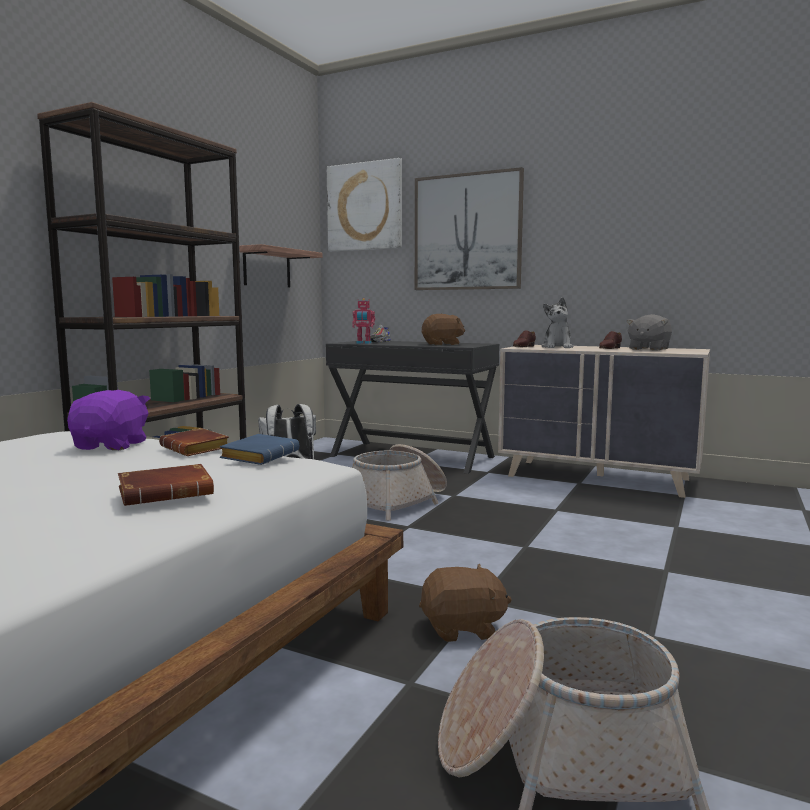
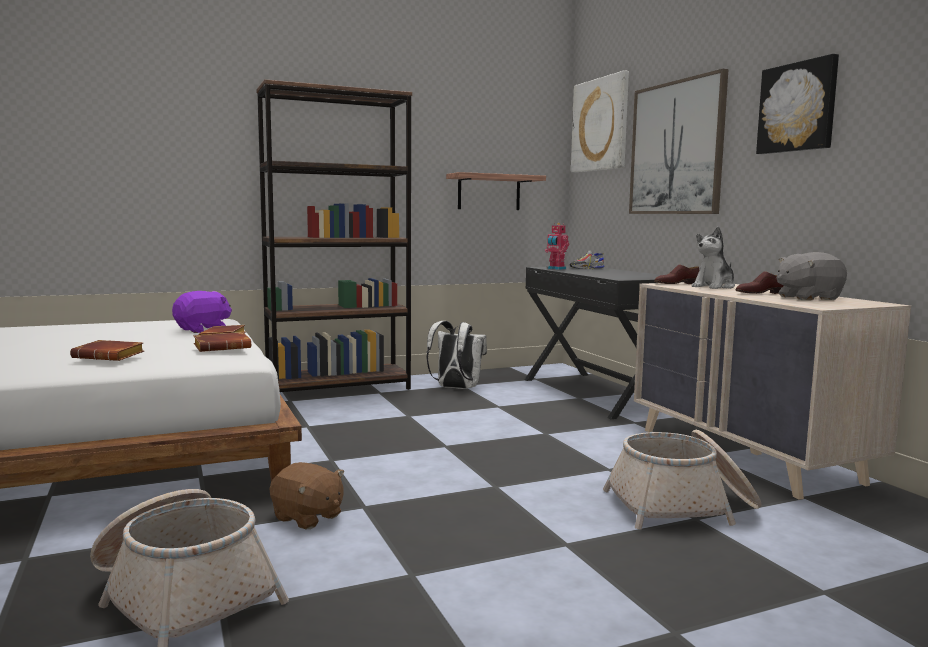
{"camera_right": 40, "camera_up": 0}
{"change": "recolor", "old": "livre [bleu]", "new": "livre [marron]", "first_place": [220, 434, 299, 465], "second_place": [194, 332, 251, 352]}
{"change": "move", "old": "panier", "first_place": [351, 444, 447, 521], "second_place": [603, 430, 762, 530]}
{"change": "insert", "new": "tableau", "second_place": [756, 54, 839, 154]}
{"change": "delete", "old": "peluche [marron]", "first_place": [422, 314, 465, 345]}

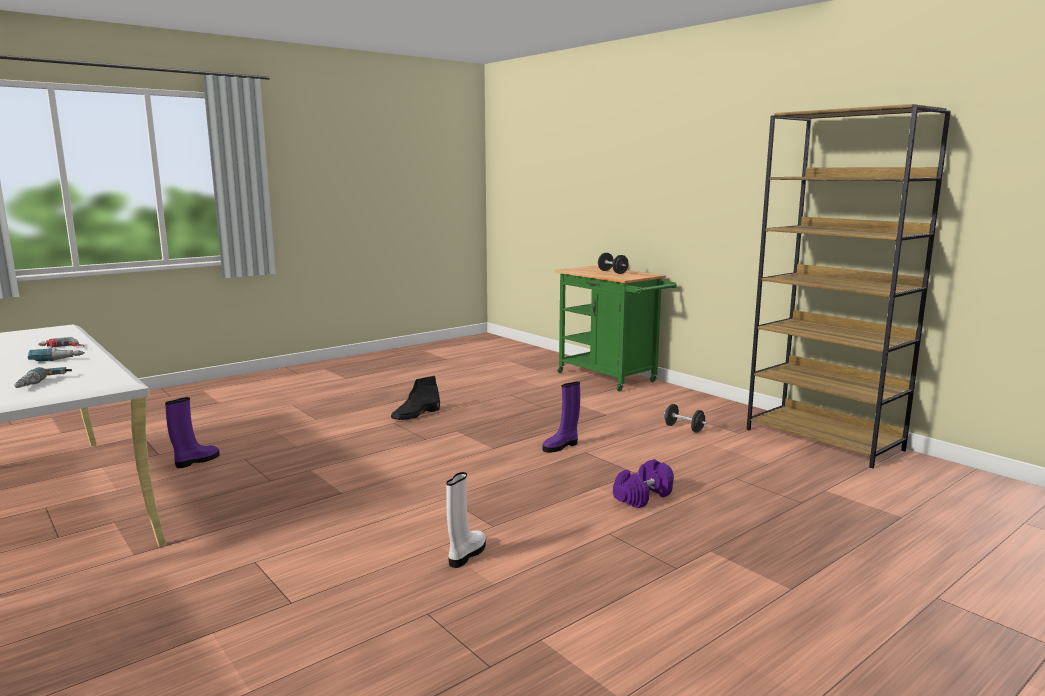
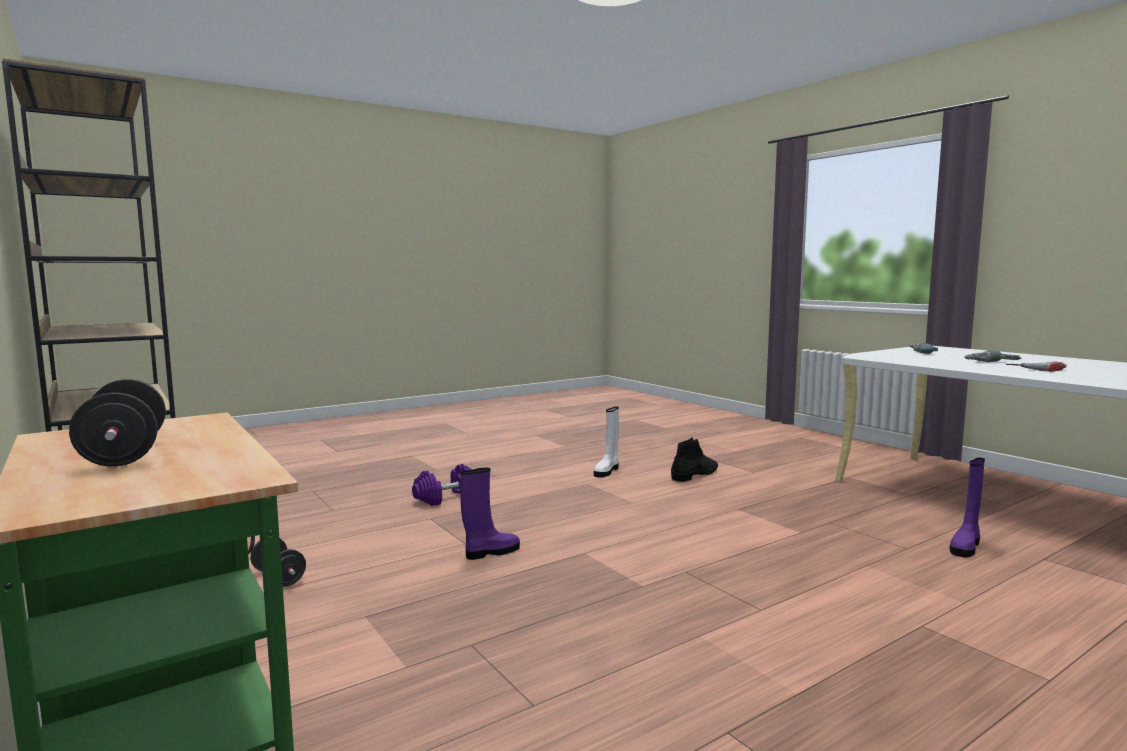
{"camera_right": -175, "camera_up": -5}
{"change": "move", "old": "botte [noir]", "first_place": [391, 376, 440, 420], "second_place": [671, 437, 718, 482]}

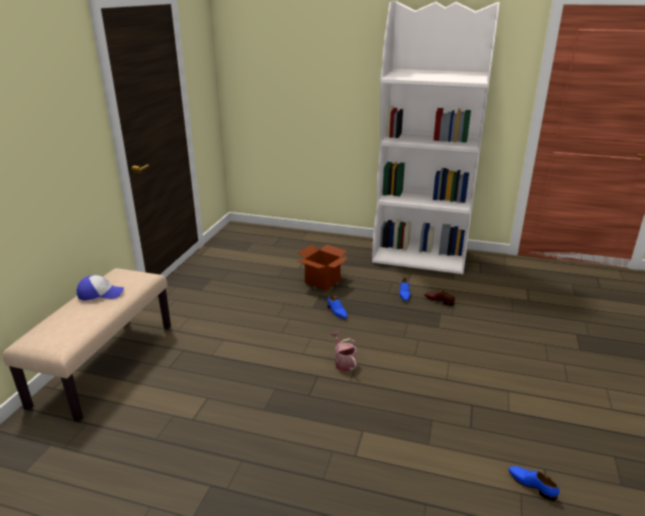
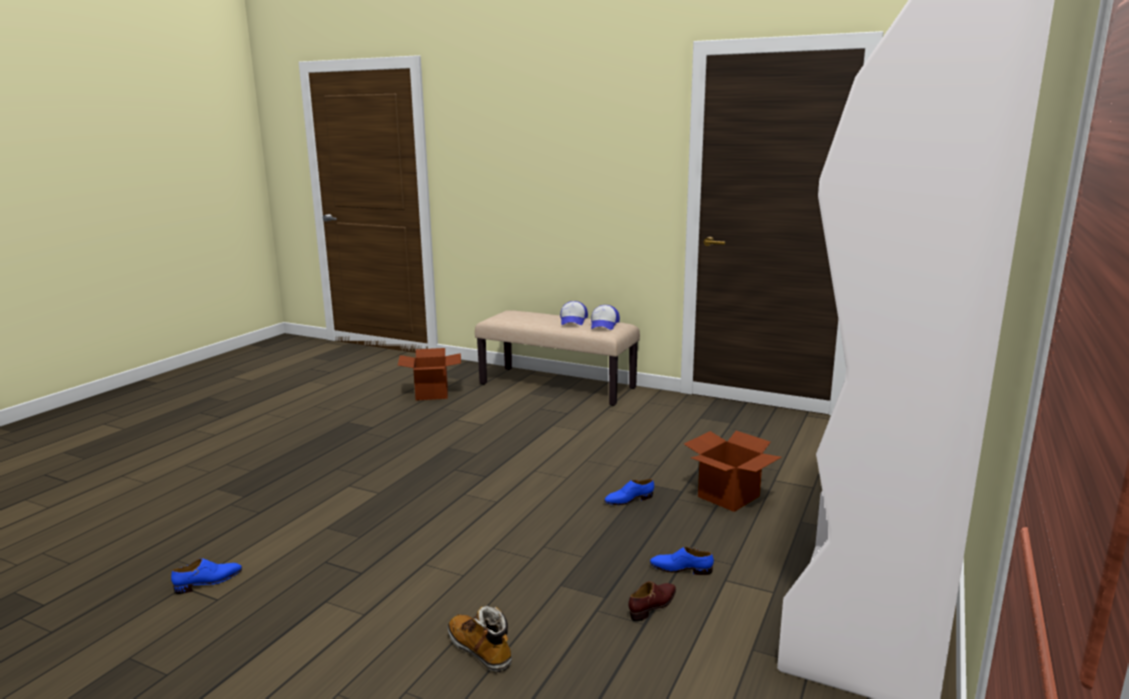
{"camera_right": 100, "camera_up": -10}
{"change": "insert", "new": "carton", "second_place": [398, 348, 461, 400]}
{"change": "insert", "new": "botte", "second_place": [448, 606, 512, 672]}
{"change": "insert", "new": "casquette", "second_place": [591, 305, 620, 330]}
{"change": "delete", "old": "arrosoir", "first_place": [331, 332, 357, 372]}

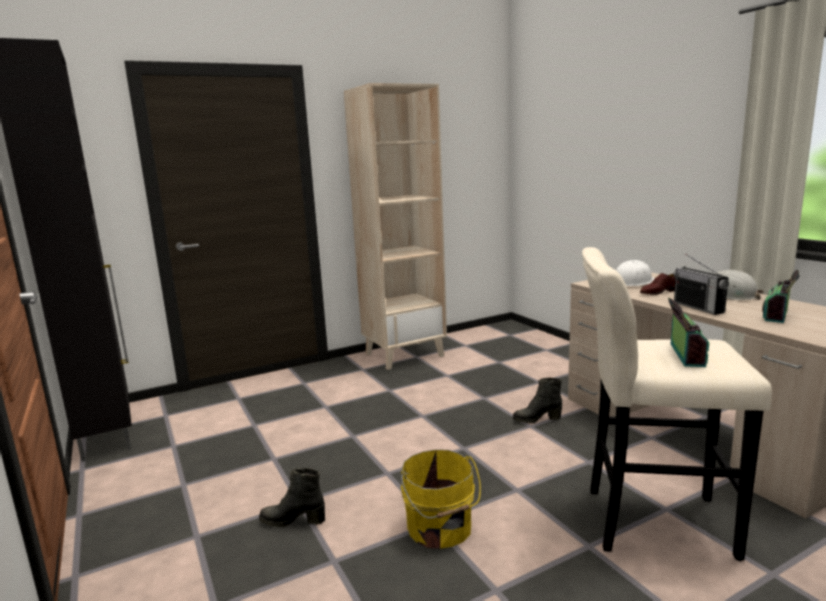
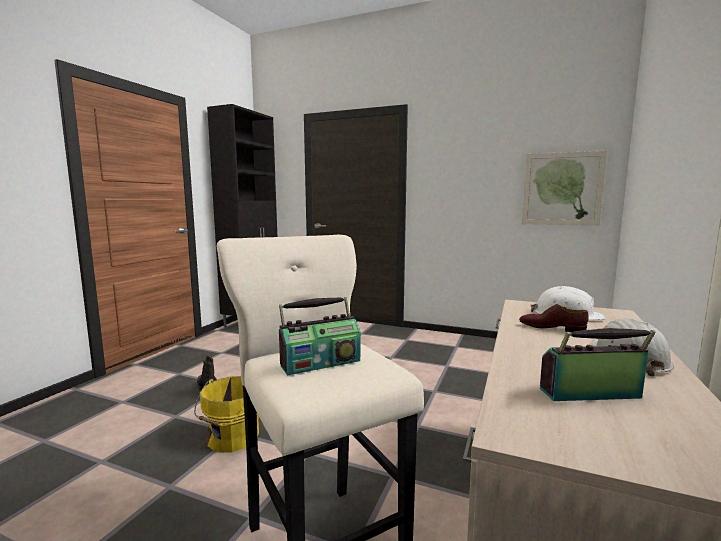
{"camera_right": 50, "camera_up": -5}
{"change": "insert", "new": "tableau", "second_place": [522, 151, 607, 226]}
{"change": "delete", "old": "bibliothèque [beige]", "first_place": [344, 83, 447, 370]}
{"change": "delete", "old": "botte [noir]", "first_place": [513, 378, 562, 424]}
{"change": "delete", "old": "radio", "first_place": [673, 254, 729, 315]}

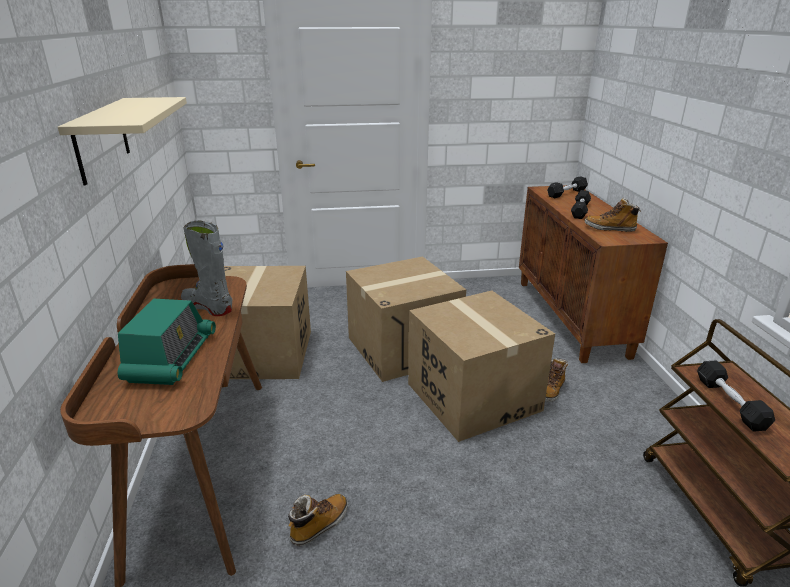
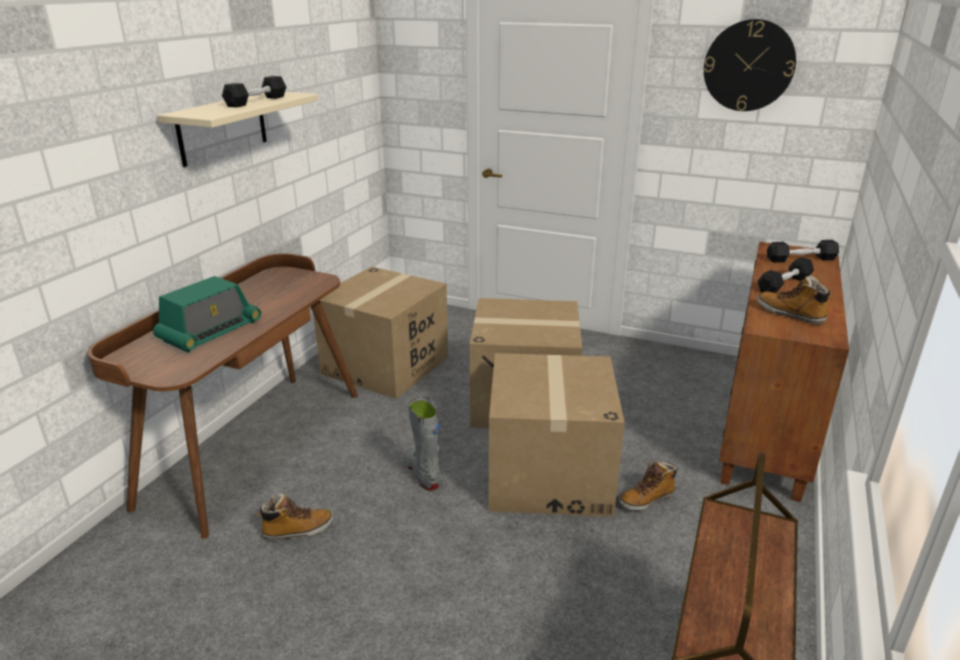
{"camera_right": 30, "camera_up": 0}
{"change": "move", "old": "haltère [noir]", "first_place": [697, 360, 775, 432], "second_place": [222, 76, 286, 107]}
{"change": "move", "old": "botte [gris]", "first_place": [181, 220, 232, 316], "second_place": [404, 396, 441, 490]}
{"change": "insert", "new": "horloge murale", "second_place": [704, 19, 796, 111]}

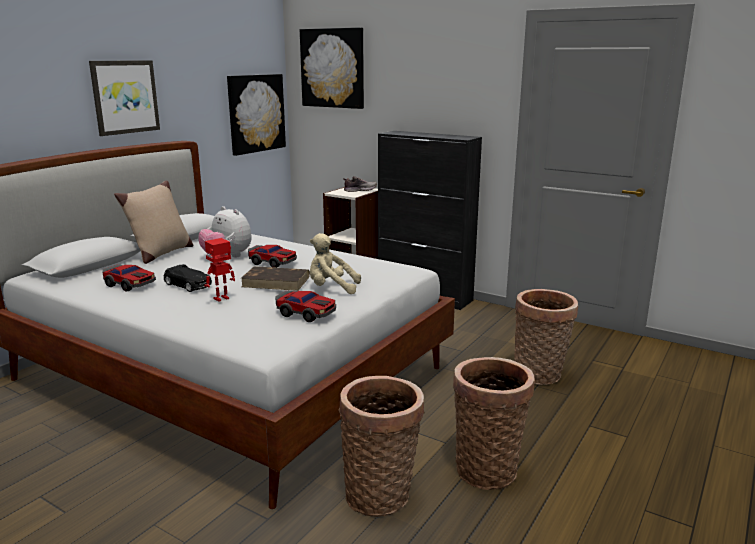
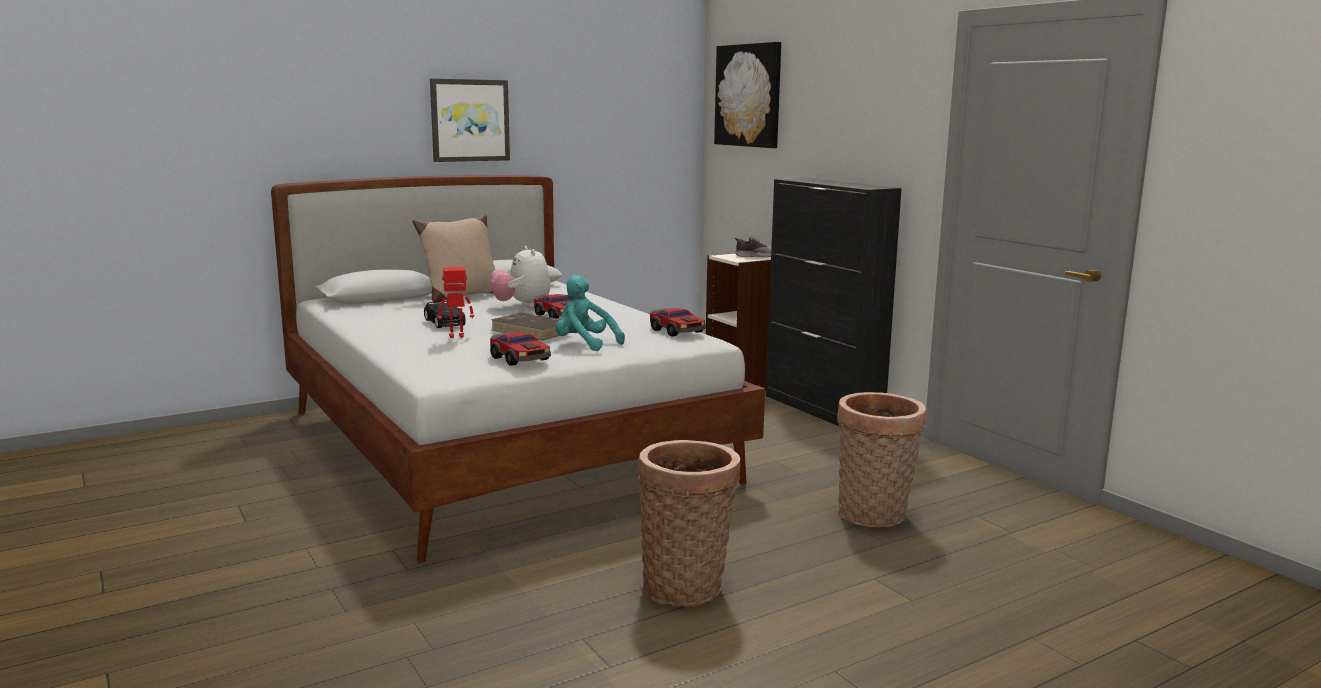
{"camera_right": 25, "camera_up": -5}
{"change": "recolor", "old": "peluche [beige]", "new": "peluche [turquoise]", "first_place": [309, 233, 361, 294], "second_place": [555, 275, 625, 351]}
{"change": "move", "old": "petite voiture", "first_place": [103, 265, 156, 292], "second_place": [650, 308, 706, 336]}
{"change": "delete", "old": "tableau", "first_place": [227, 74, 286, 156]}
{"change": "delete", "old": "panier", "first_place": [338, 376, 425, 517]}

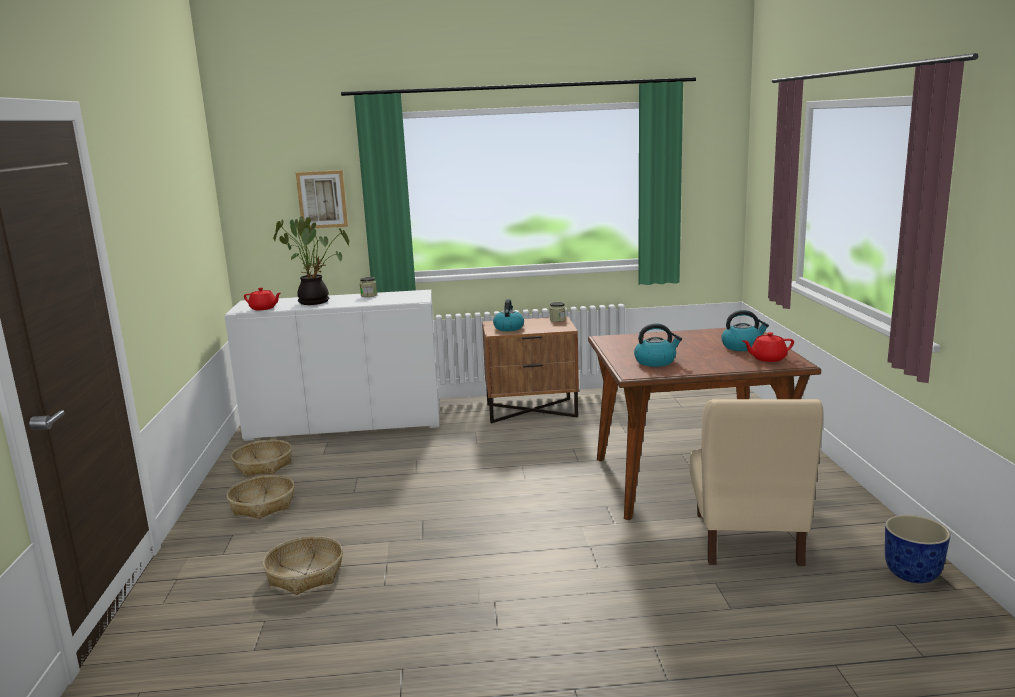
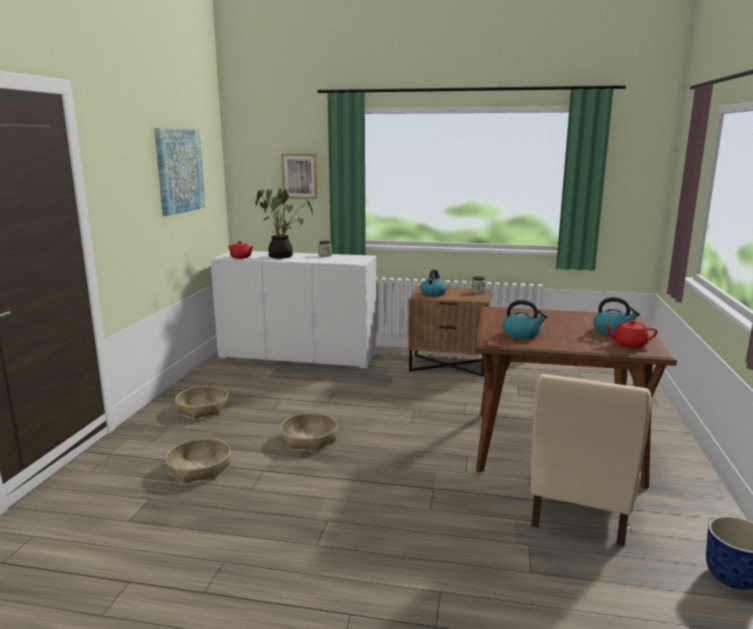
{"camera_right": 15, "camera_up": 0}
{"change": "insert", "new": "tableau", "second_place": [154, 128, 205, 216]}
{"change": "move", "old": "panier", "first_place": [231, 440, 292, 477], "second_place": [280, 413, 338, 451]}

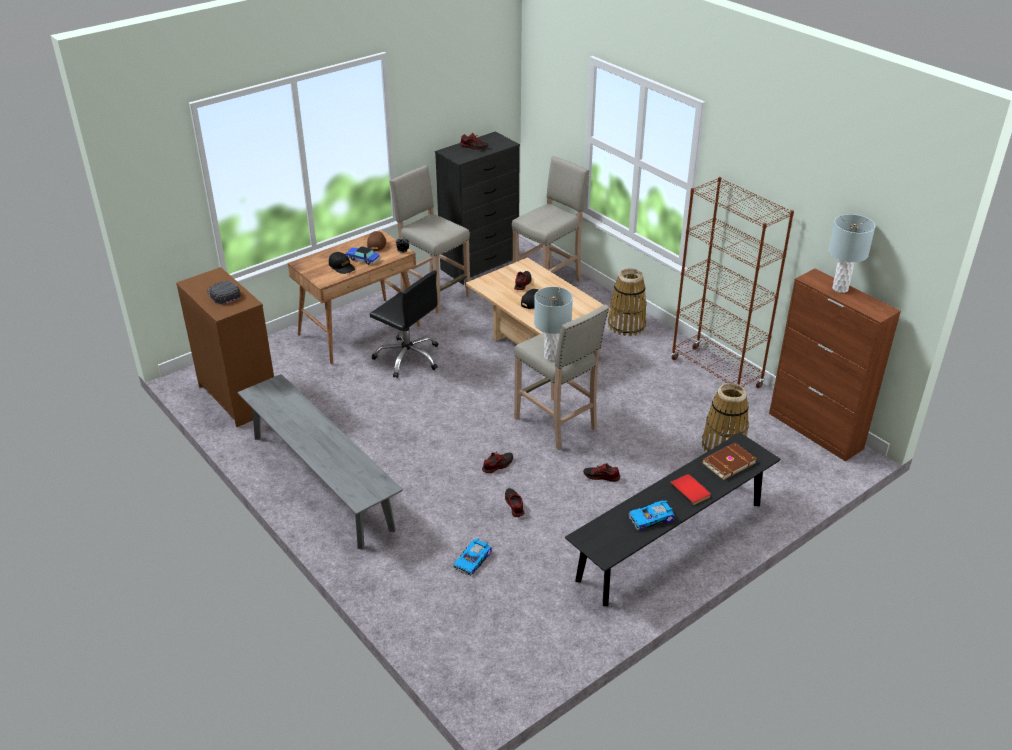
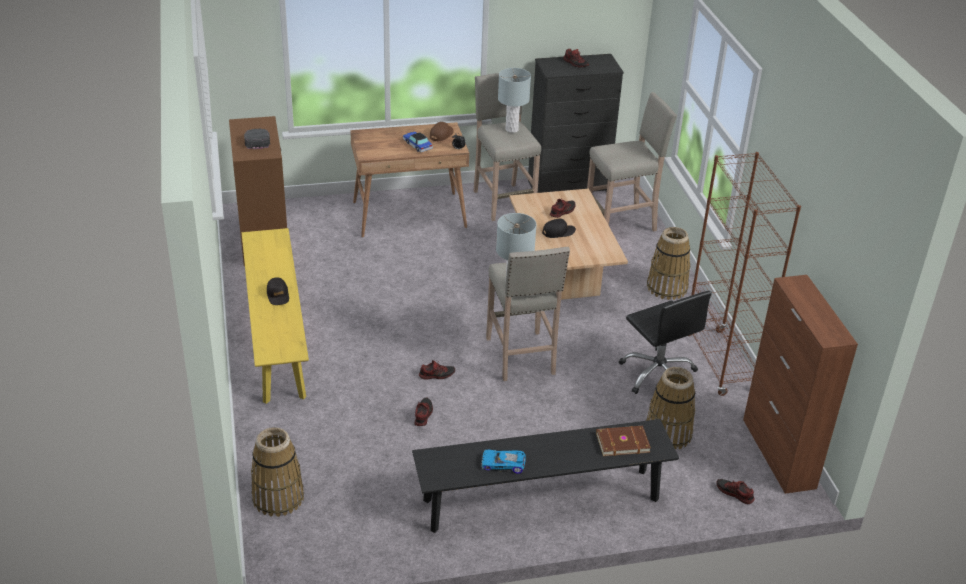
{"camera_right": 25, "camera_up": 0}
{"change": "recolor", "old": "banc [gris]", "new": "banc [jaune]", "first_place": [238, 374, 403, 550], "second_place": [242, 228, 309, 404]}
{"change": "insert", "new": "panier", "second_place": [251, 427, 304, 517]}
{"change": "move", "old": "casquette [noir]", "first_place": [329, 252, 355, 274], "second_place": [267, 277, 289, 305]}
{"change": "move", "old": "lampe de table [gris]", "first_place": [828, 214, 875, 293], "second_place": [498, 68, 531, 133]}
{"change": "move", "old": "chaise de bureau [noir]", "first_place": [370, 270, 438, 378], "second_place": [619, 291, 712, 394]}
{"change": "move", "old": "chaussure", "first_place": [583, 463, 620, 482], "second_place": [716, 479, 755, 504]}
{"change": "delete", "old": "petite voiture", "first_place": [453, 538, 492, 576]}
{"change": "delete", "old": "livre [rouge]", "first_place": [670, 474, 711, 505]}

